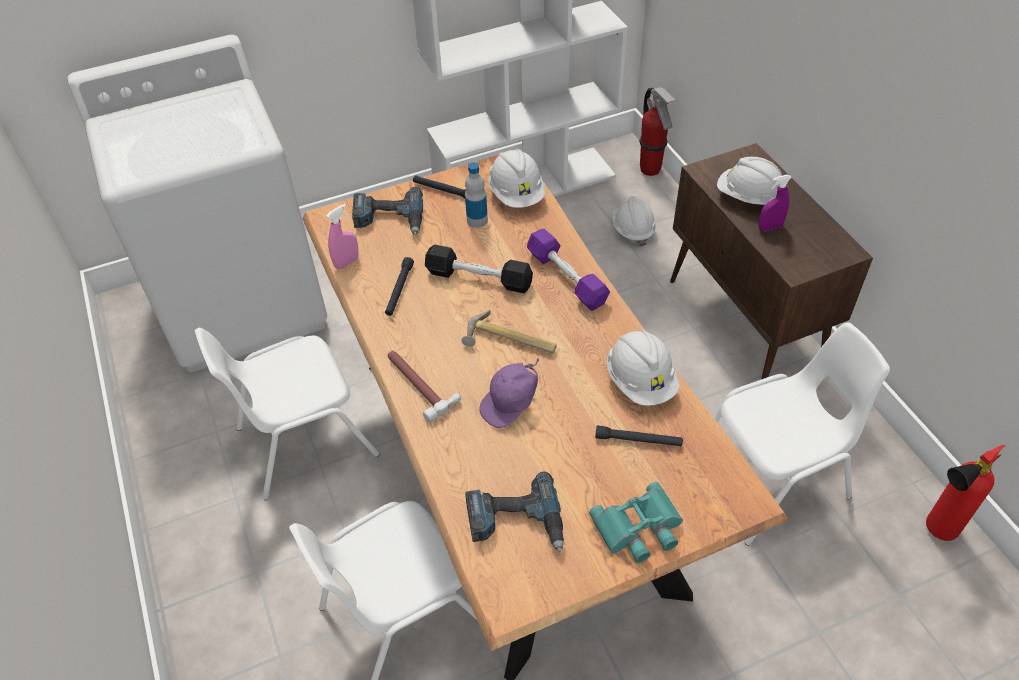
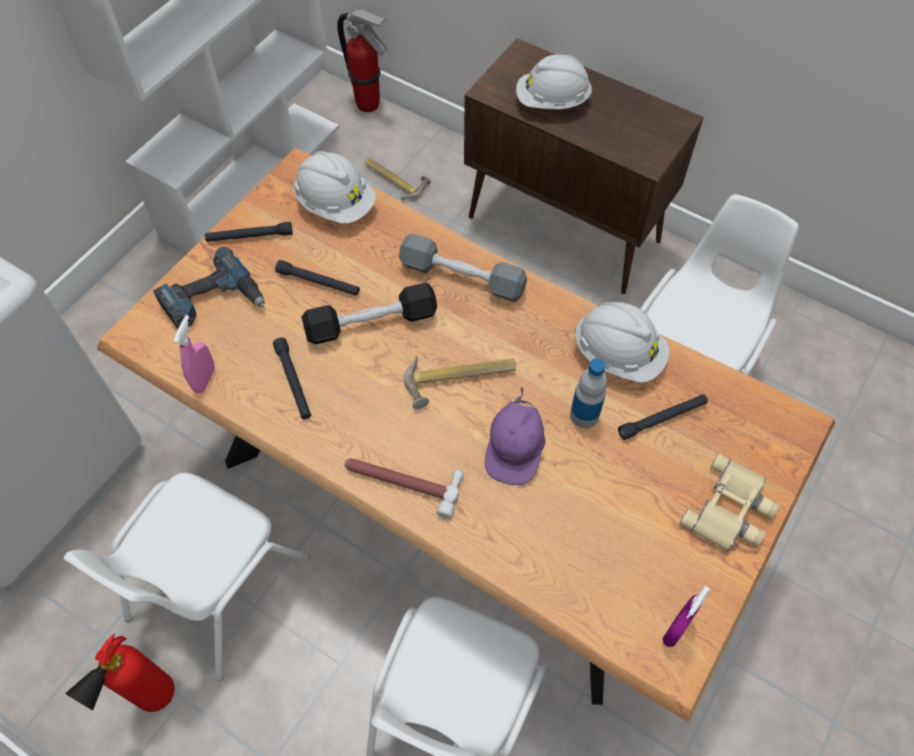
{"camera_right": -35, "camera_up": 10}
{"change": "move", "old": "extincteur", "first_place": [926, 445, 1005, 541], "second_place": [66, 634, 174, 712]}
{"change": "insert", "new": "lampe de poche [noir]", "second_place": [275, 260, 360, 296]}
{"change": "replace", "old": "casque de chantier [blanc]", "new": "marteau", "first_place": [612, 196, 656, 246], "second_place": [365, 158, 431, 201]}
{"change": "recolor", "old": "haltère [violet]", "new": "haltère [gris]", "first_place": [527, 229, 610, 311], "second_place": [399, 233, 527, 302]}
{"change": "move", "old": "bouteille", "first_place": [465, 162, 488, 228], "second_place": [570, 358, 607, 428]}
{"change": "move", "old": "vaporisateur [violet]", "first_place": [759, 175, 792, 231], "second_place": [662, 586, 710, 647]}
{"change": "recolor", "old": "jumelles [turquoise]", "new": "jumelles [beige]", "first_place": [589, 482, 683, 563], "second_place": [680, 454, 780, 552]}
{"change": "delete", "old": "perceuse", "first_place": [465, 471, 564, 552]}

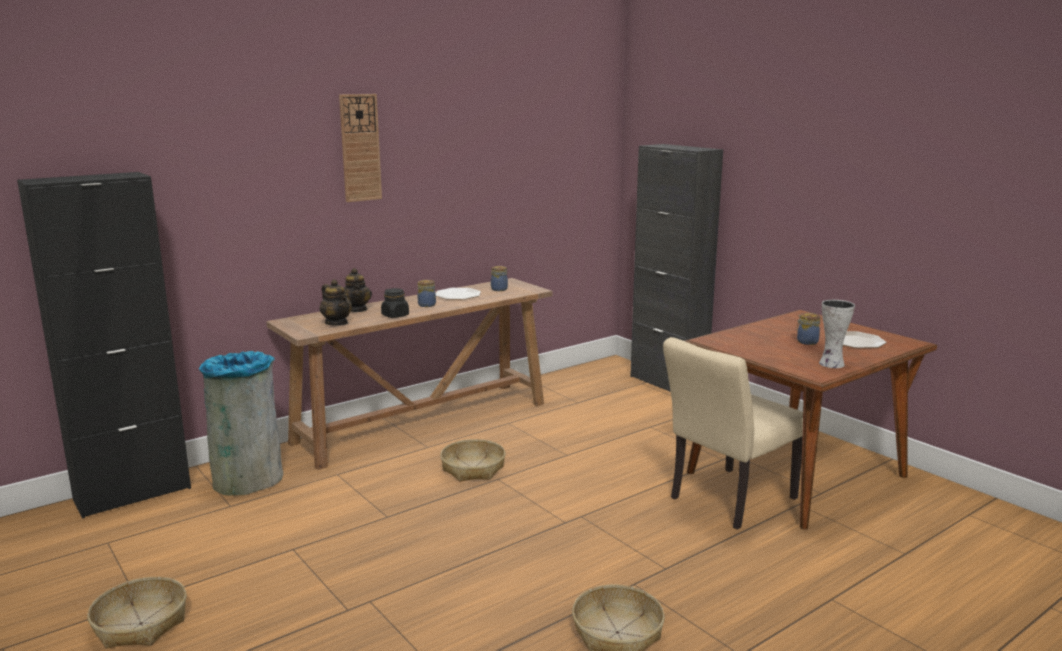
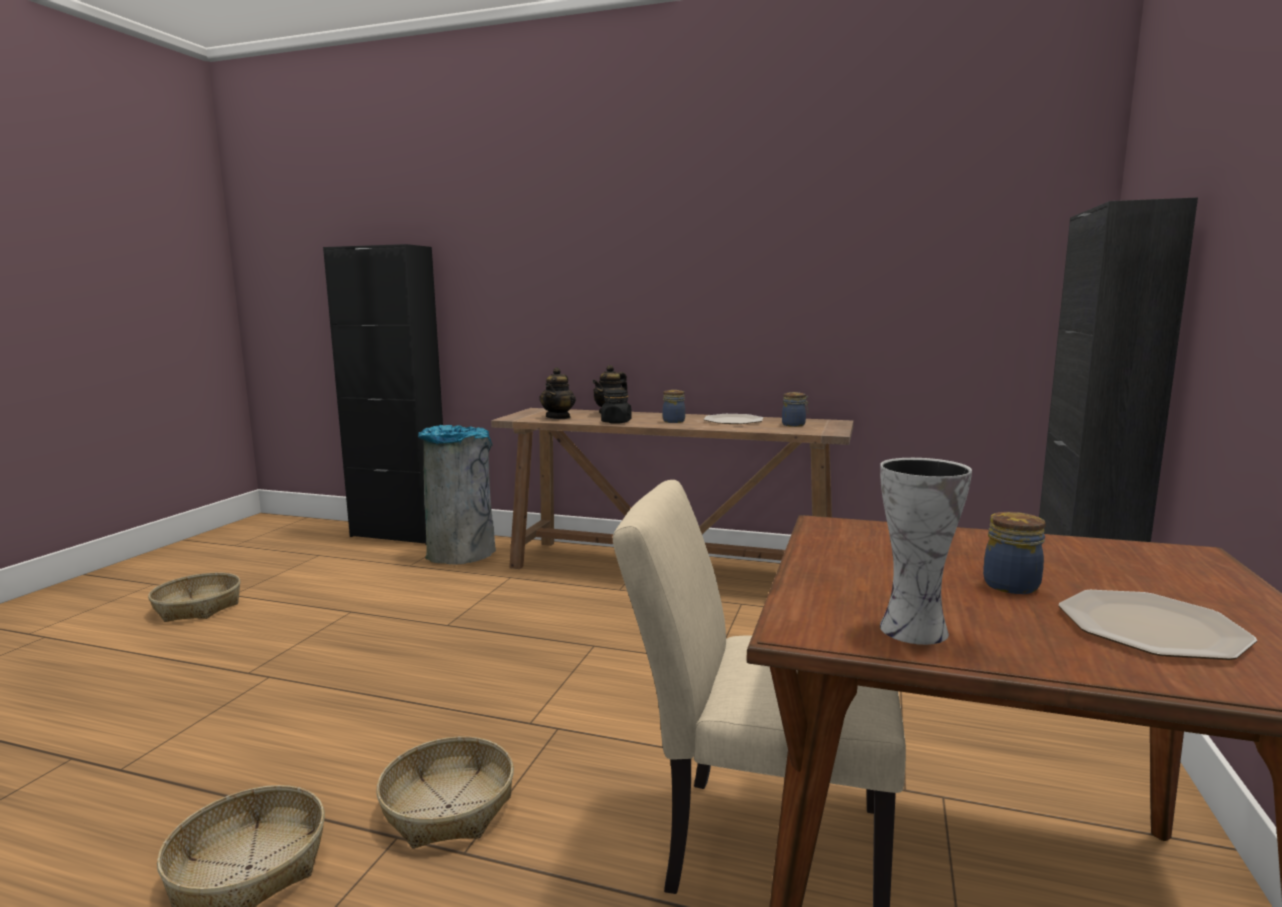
{"camera_right": 55, "camera_up": -5}
{"change": "move", "old": "panier", "first_place": [440, 439, 505, 482], "second_place": [376, 737, 514, 848]}
{"change": "delete", "old": "horloge murale", "first_place": [339, 94, 382, 202]}

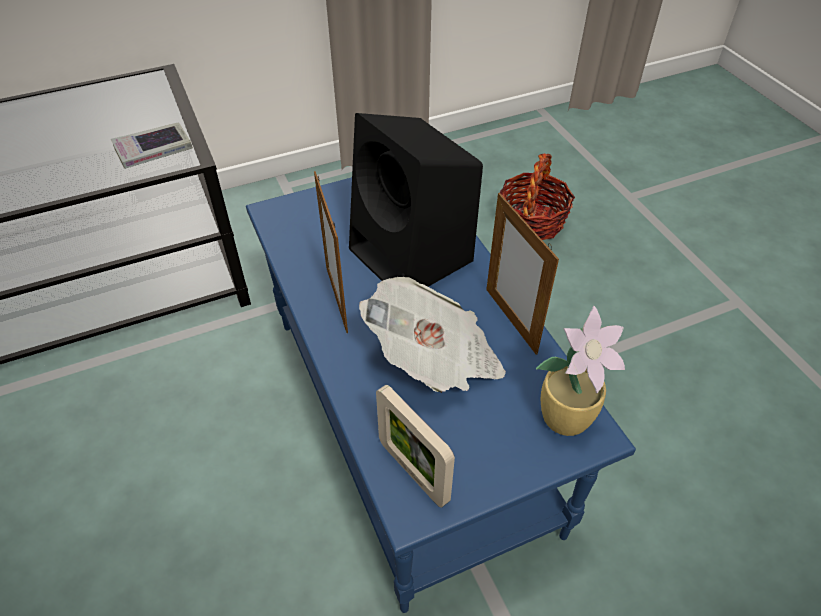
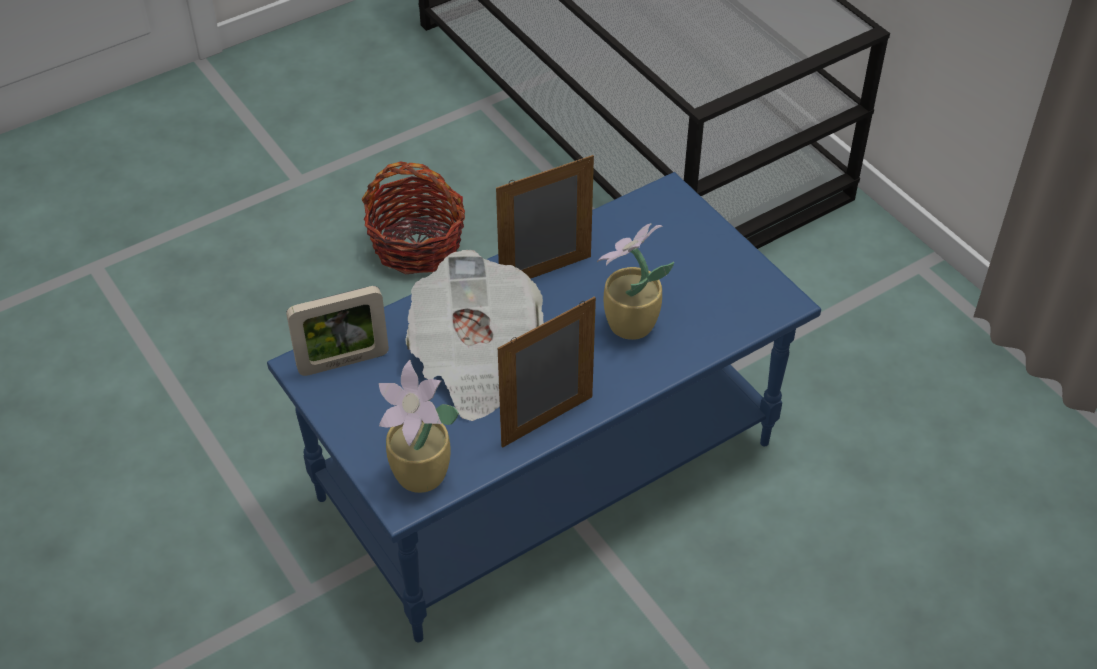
{"camera_right": 80, "camera_up": 0}
{"change": "rotate", "old": "cadre photo", "first_place": [376, 385, 455, 508], "second_place": [286, 286, 389, 376], "degrees": -150}
{"change": "move", "old": "panier", "first_place": [500, 154, 575, 240], "second_place": [362, 161, 465, 274]}
{"change": "replace", "old": "enceinte [noir]", "new": "plante en pot", "first_place": [349, 113, 483, 287], "second_place": [597, 223, 674, 340]}
{"change": "delete", "old": "livre", "first_place": [111, 122, 193, 169]}

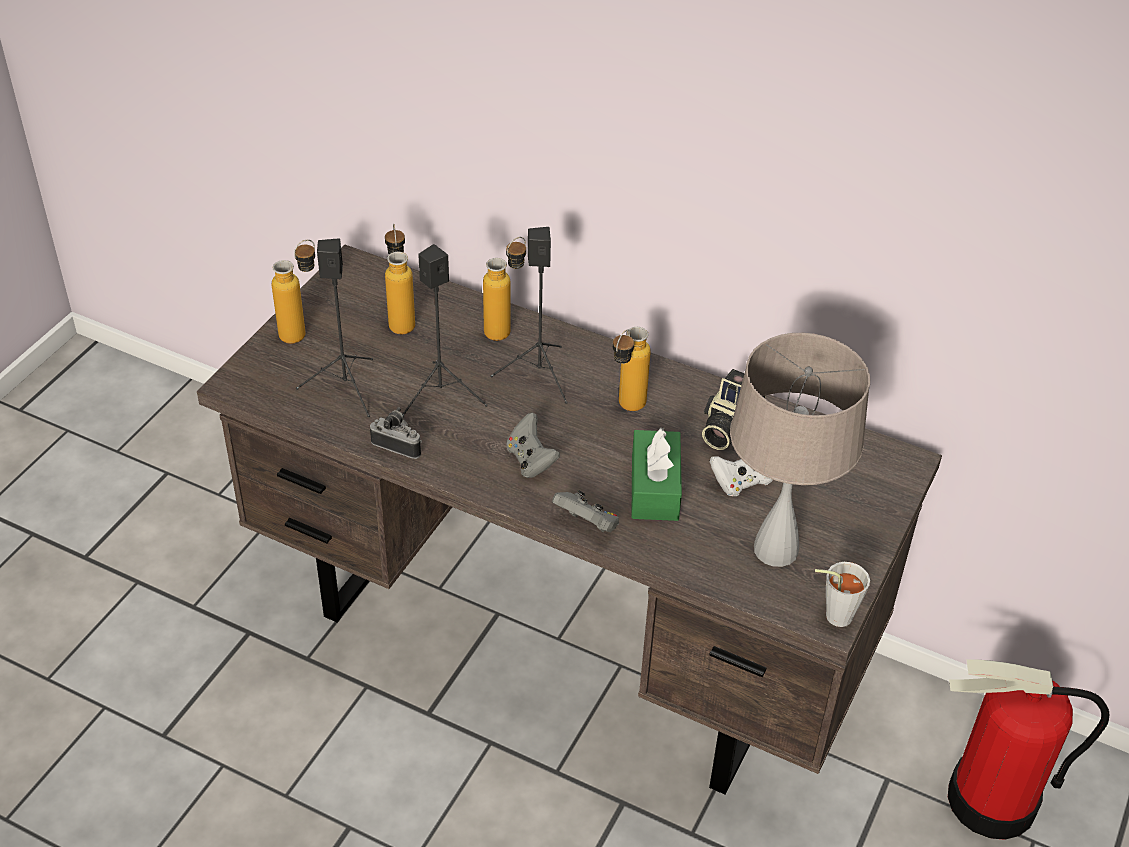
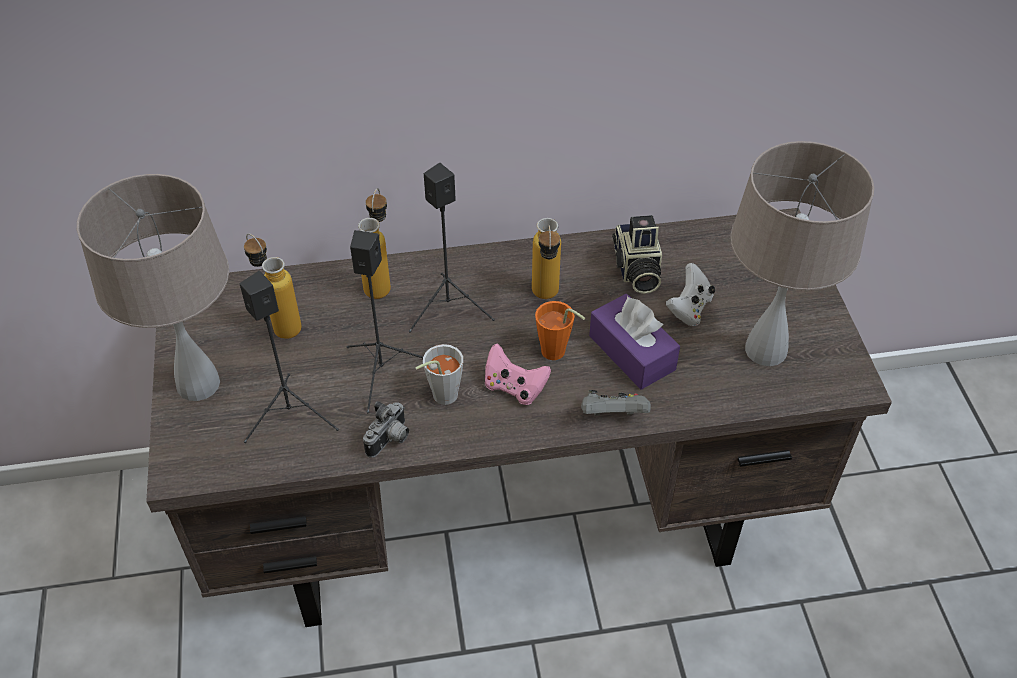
{"camera_right": -35, "camera_up": 5}
{"change": "replace", "old": "bouteille", "new": "lampe de table [beige]", "first_place": [272, 240, 315, 344], "second_place": [77, 174, 229, 401]}
{"change": "rotate", "old": "appareil photo", "first_place": [370, 407, 422, 459], "second_place": [363, 401, 409, 458], "degrees": 135}
{"change": "move", "old": "tasse [gris]", "first_place": [815, 562, 870, 627], "second_place": [415, 344, 463, 405]}
{"change": "recolor", "old": "manette [gris]", "new": "manette [rose]", "first_place": [506, 413, 560, 478], "second_place": [485, 344, 551, 405]}
{"change": "insert", "new": "tasse [orange]", "second_place": [535, 301, 585, 360]}
{"change": "recolor", "old": "boîte à mouchoirs [vert]", "new": "boîte à mouchoirs [violet]", "first_place": [631, 427, 682, 521], "second_place": [589, 294, 680, 390]}
{"change": "delete", "old": "extincteur", "first_place": [948, 659, 1109, 840]}

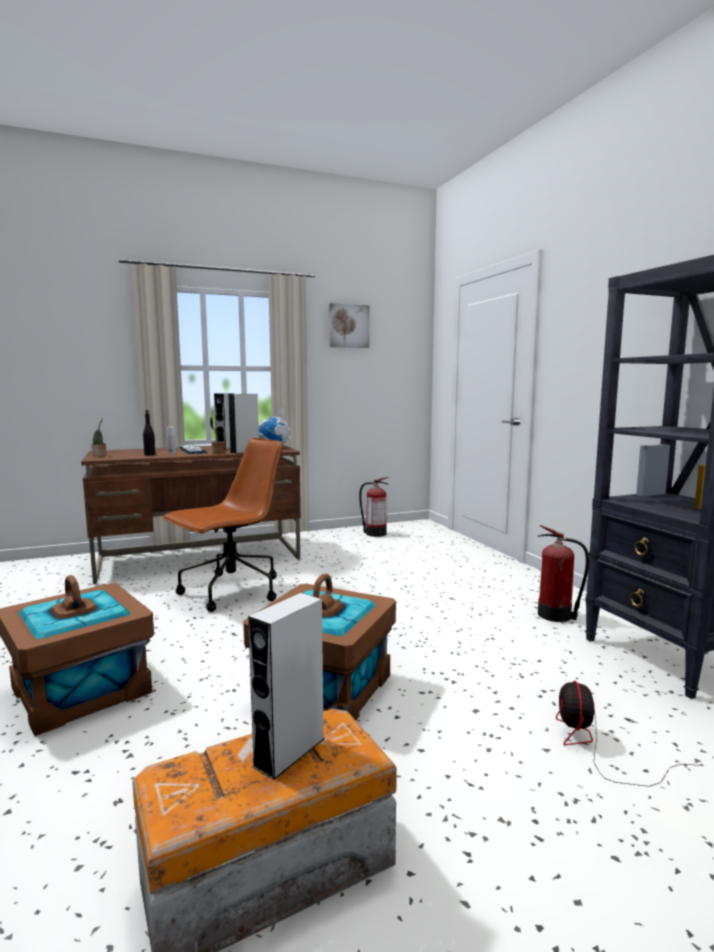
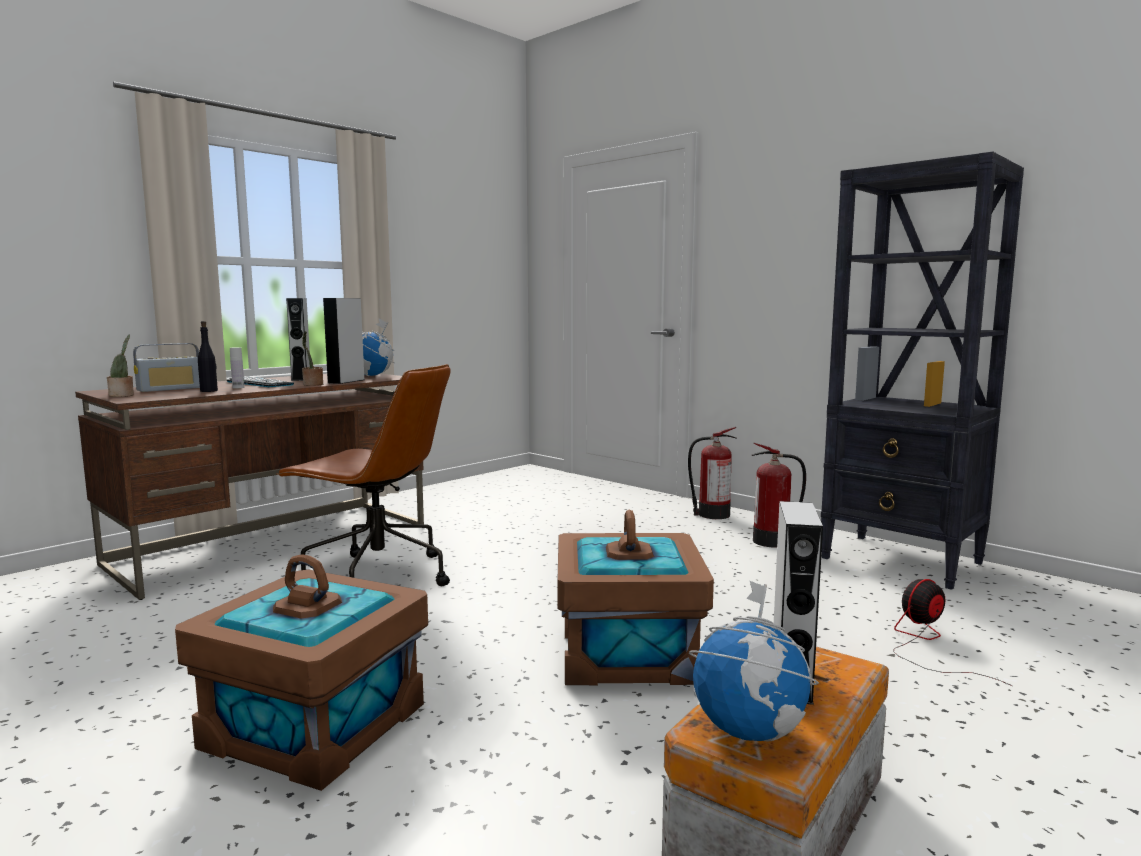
{"camera_right": -25, "camera_up": 0}
{"change": "insert", "new": "radio", "second_place": [133, 343, 200, 392]}
{"change": "rotate", "old": "chaise de bureau [marron]", "first_place": [162, 438, 283, 612], "second_place": [276, 364, 450, 586], "degrees": 90}
{"change": "move", "old": "extincteur", "first_place": [359, 477, 389, 537], "second_place": [688, 427, 737, 519]}
{"change": "insert", "new": "globe", "second_place": [689, 581, 819, 742]}
{"change": "rotate", "old": "ventilateur", "first_place": [556, 681, 701, 787], "second_place": [894, 579, 1012, 686], "degrees": 75}
{"change": "delete", "old": "tableau", "first_place": [329, 303, 370, 348]}

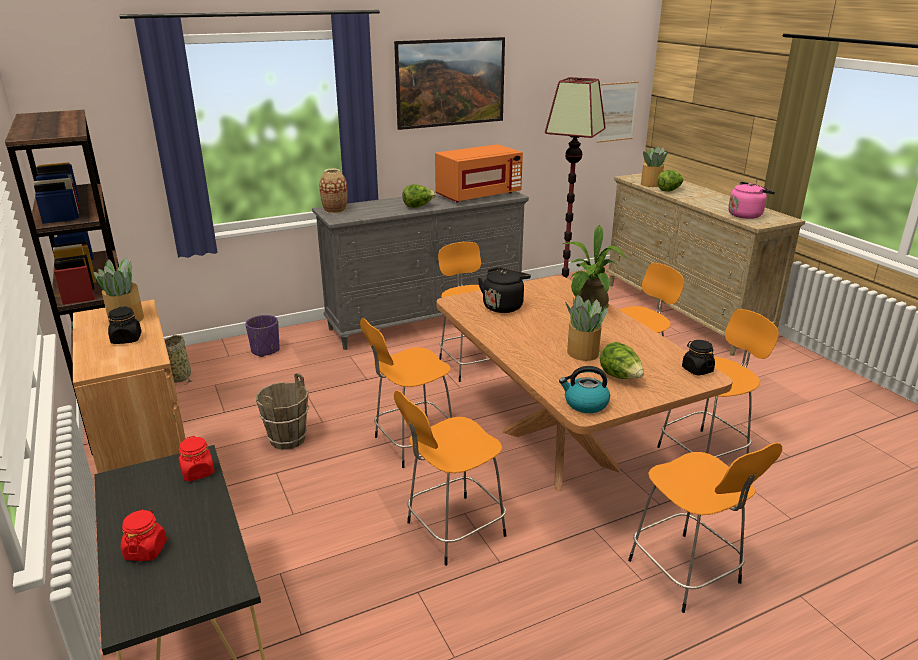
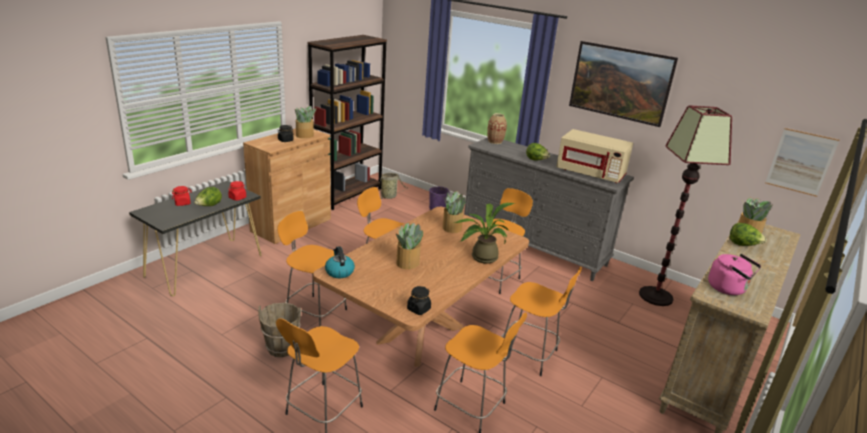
{"camera_right": 60, "camera_up": 0}
{"change": "move", "old": "laitue", "first_place": [600, 342, 644, 379], "second_place": [194, 187, 222, 206]}
{"change": "move", "old": "seau [marron]", "first_place": [256, 373, 309, 450], "second_place": [258, 303, 301, 357]}
{"change": "replace", "old": "bouilloire [noir]", "new": "plante en pot", "first_place": [478, 267, 531, 313], "second_place": [443, 191, 466, 233]}
{"change": "recolor", "old": "micro-ondes [orange]", "new": "micro-ondes [beige]", "first_place": [435, 144, 523, 203], "second_place": [556, 129, 633, 183]}

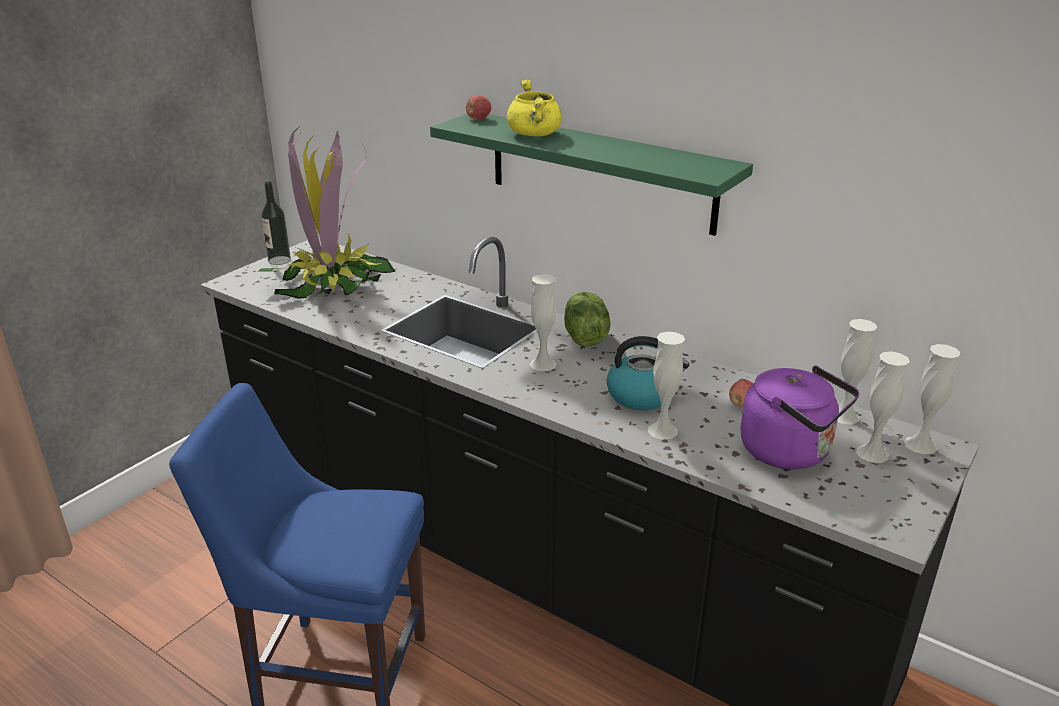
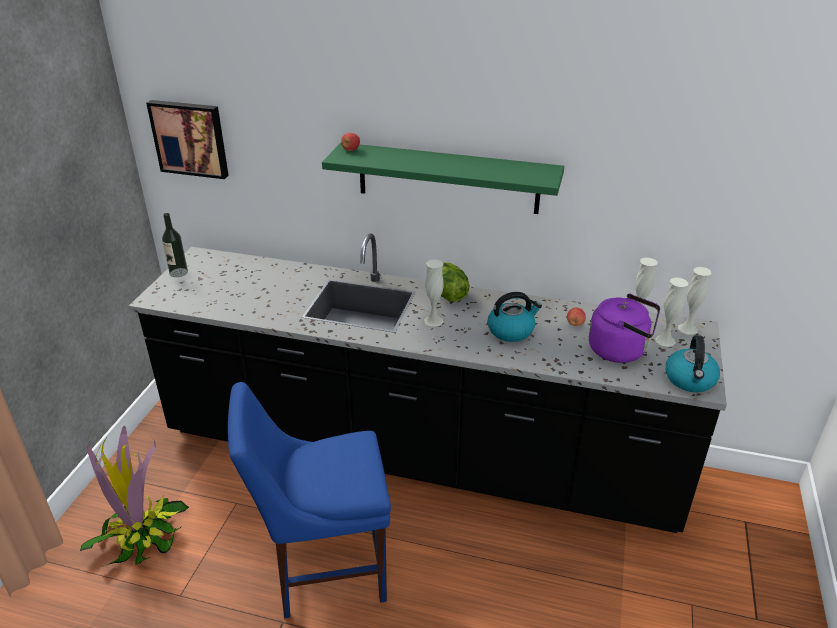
{"camera_right": -20, "camera_up": 5}
{"change": "move", "old": "plante en pot", "first_place": [257, 125, 396, 299], "second_place": [80, 425, 189, 567]}
{"change": "insert", "new": "tableau", "second_place": [146, 100, 229, 179]}
{"change": "insert", "new": "bouilloire", "second_place": [665, 335, 720, 392]}
{"change": "delete", "old": "marmite [jaune]", "first_place": [507, 80, 562, 136]}
{"change": "delete", "old": "vase [blanc]", "first_place": [648, 332, 685, 440]}

